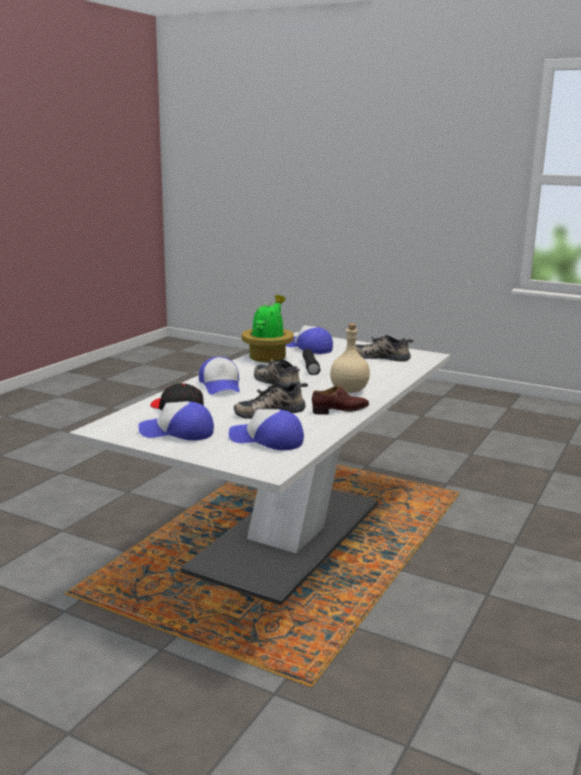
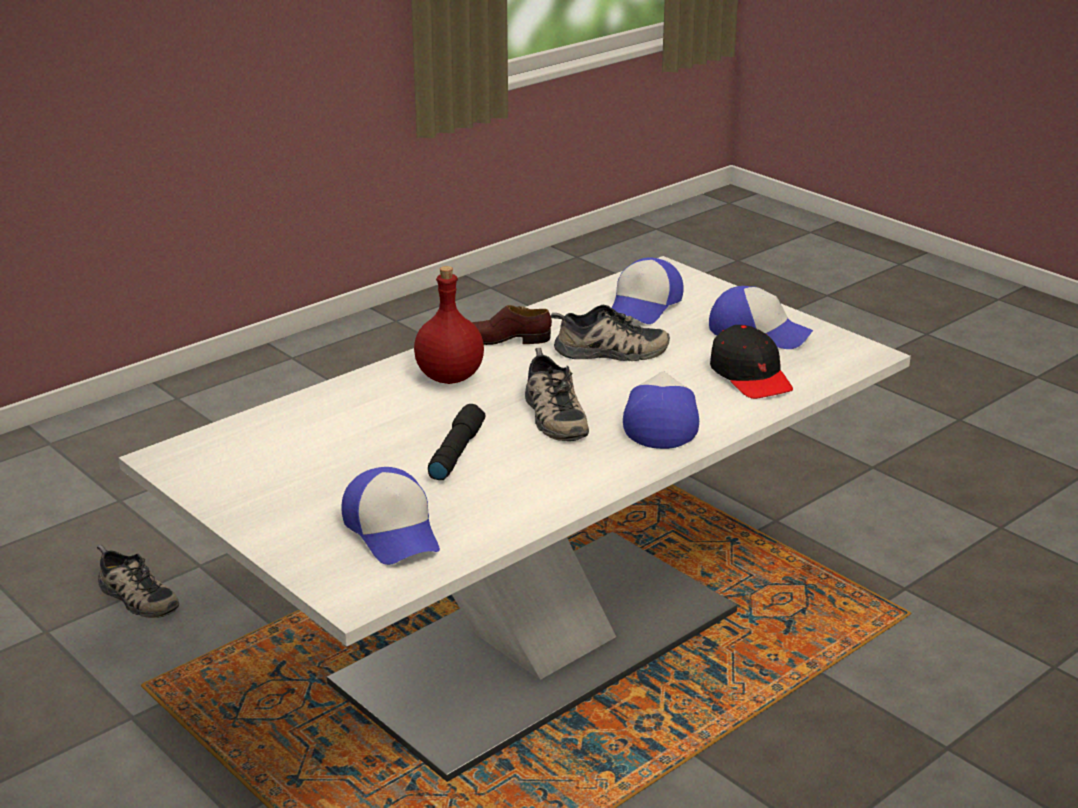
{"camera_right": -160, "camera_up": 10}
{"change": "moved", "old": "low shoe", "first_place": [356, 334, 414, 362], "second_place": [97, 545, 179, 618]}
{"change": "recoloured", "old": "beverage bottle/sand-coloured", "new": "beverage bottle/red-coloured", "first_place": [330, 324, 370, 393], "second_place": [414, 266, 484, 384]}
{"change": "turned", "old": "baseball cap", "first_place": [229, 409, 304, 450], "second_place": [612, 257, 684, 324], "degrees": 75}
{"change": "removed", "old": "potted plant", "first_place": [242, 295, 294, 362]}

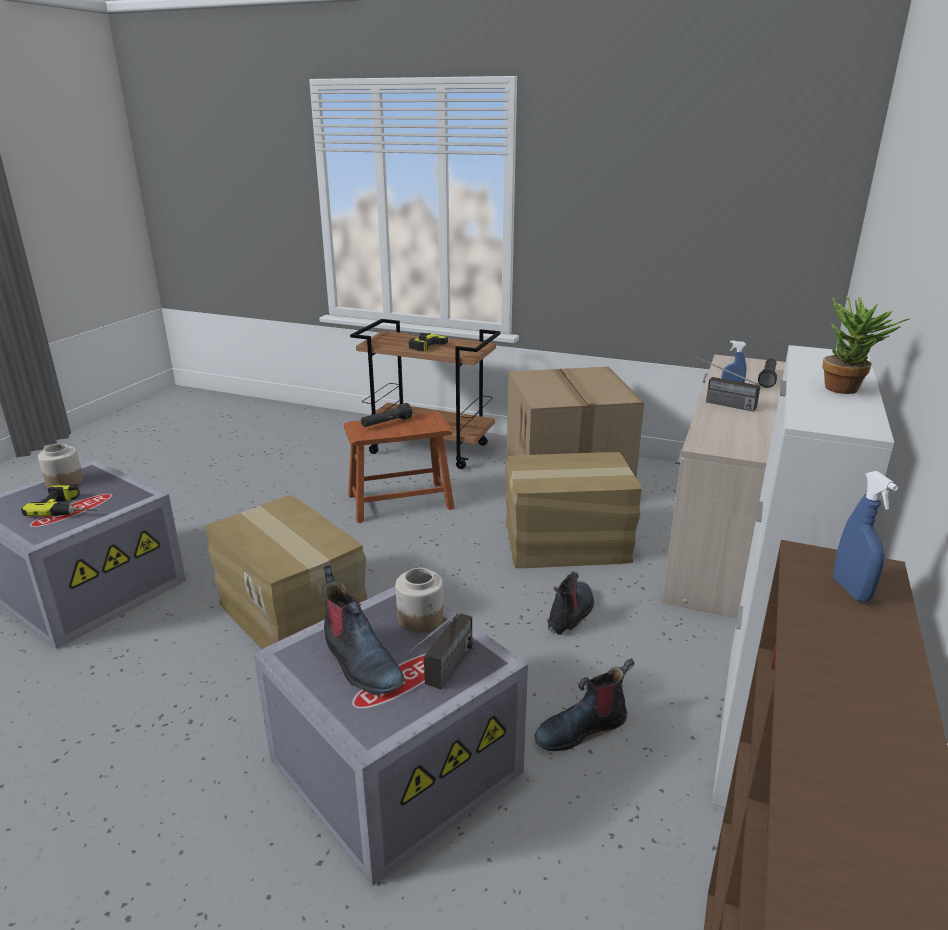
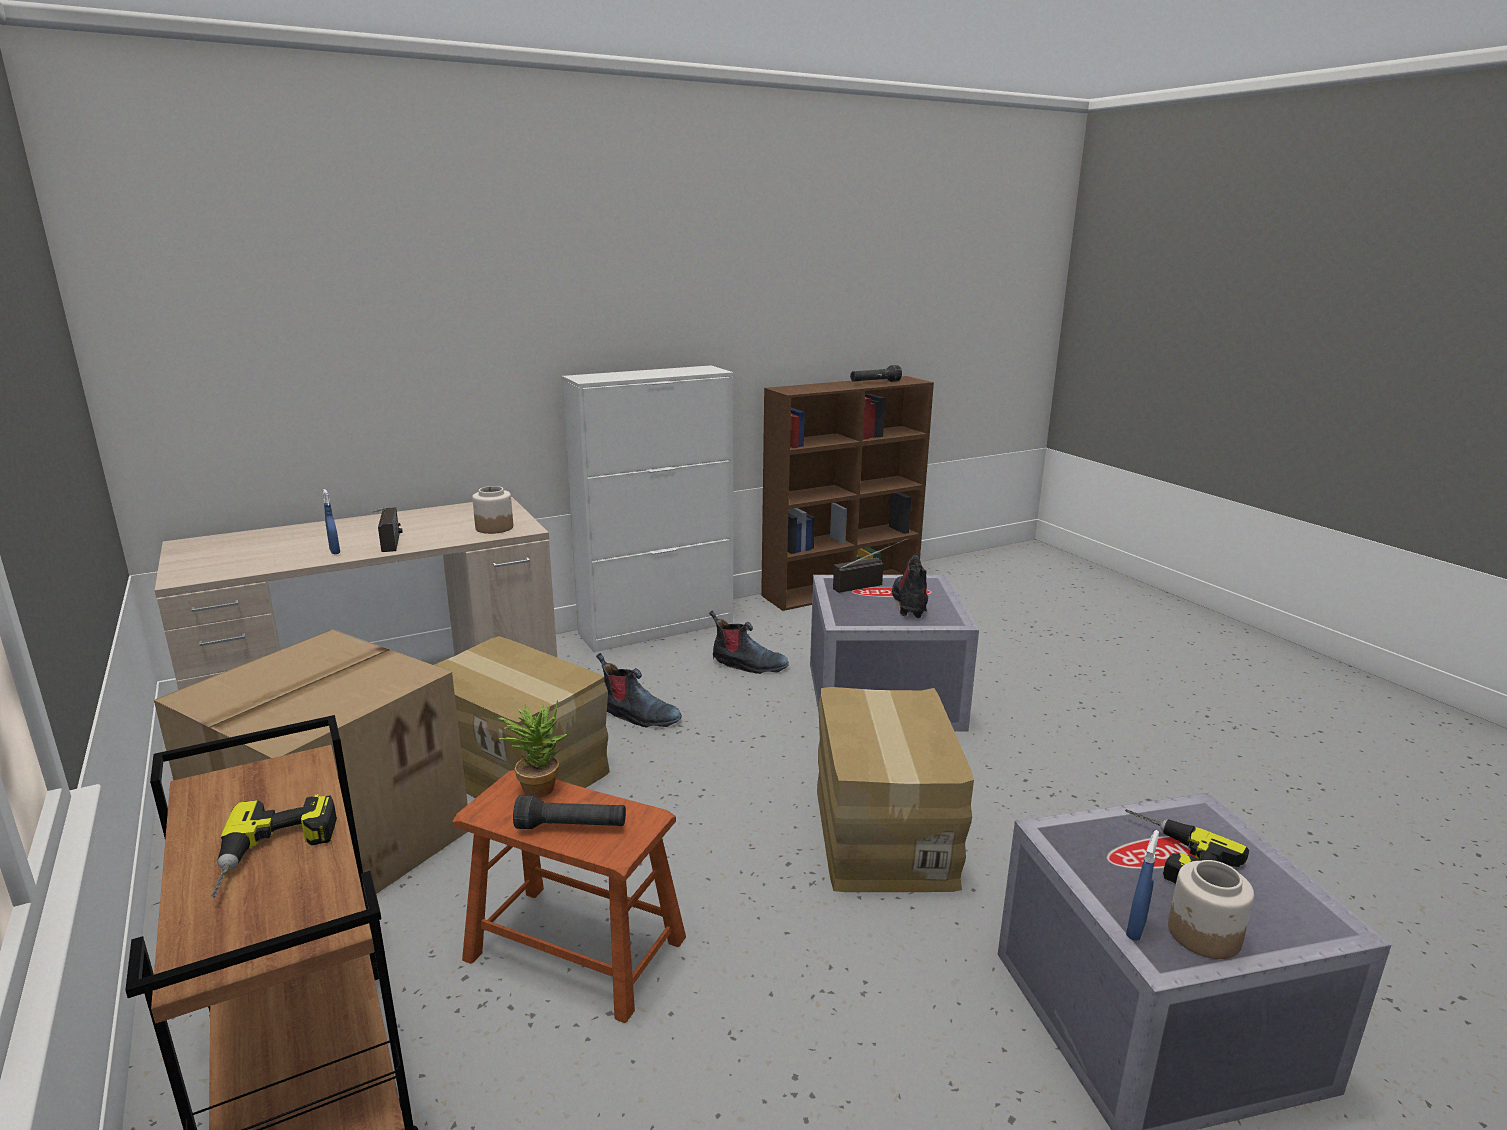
{"camera_right": -140, "camera_up": -5}
{"change": "moved", "old": "jar", "first_place": [396, 568, 444, 632], "second_place": [472, 486, 513, 534]}
{"change": "moved", "old": "potted plant", "first_place": [822, 296, 910, 394], "second_place": [498, 700, 567, 798]}
{"change": "turned", "old": "tall boot", "first_place": [548, 571, 594, 635], "second_place": [596, 653, 682, 728], "degrees": -135}
{"change": "moved", "old": "flashlight/black-coloured", "first_place": [758, 358, 777, 388], "second_place": [850, 365, 902, 382]}
{"change": "moved", "old": "spray bottle/blue-coloured", "first_place": [833, 471, 898, 602], "second_place": [1126, 830, 1159, 941]}

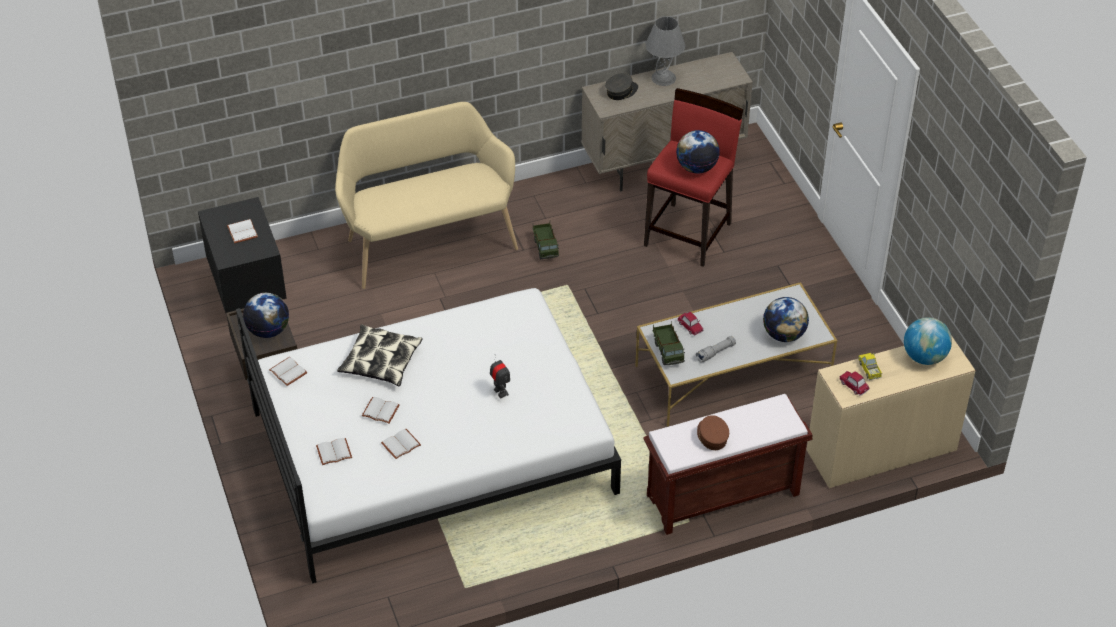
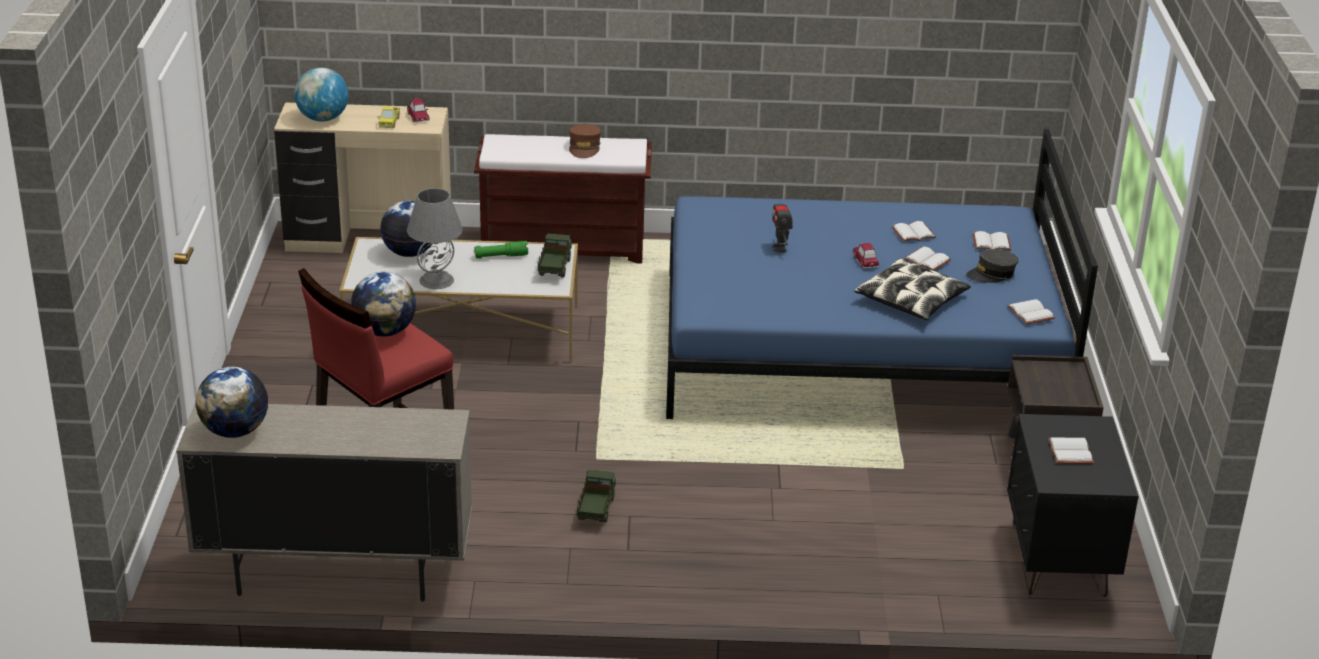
{"camera_right": -160, "camera_up": -15}
{"change": "moved", "old": "globe", "first_place": [243, 293, 289, 338], "second_place": [196, 367, 268, 438]}
{"change": "moved", "old": "table lamp/grey", "first_place": [646, 16, 685, 86], "second_place": [407, 188, 463, 289]}
{"change": "recoloured", "old": "flashlight/grey", "new": "flashlight/green-coloured", "first_place": [696, 336, 736, 363], "second_place": [474, 241, 528, 259]}
{"change": "recoloured", "old": "sleeping bed/whitish", "new": "sleeping bed/blue-coloured", "first_place": [236, 288, 621, 583], "second_place": [666, 129, 1098, 419]}
{"change": "moved", "old": "toy car", "first_place": [677, 312, 704, 335], "second_place": [853, 243, 879, 268]}
{"change": "moved", "old": "baseball cap/grey", "first_place": [605, 73, 638, 100], "second_place": [966, 250, 1018, 283]}
{"change": "removed", "old": "bench/sand-coloured", "first_place": [335, 102, 518, 289]}

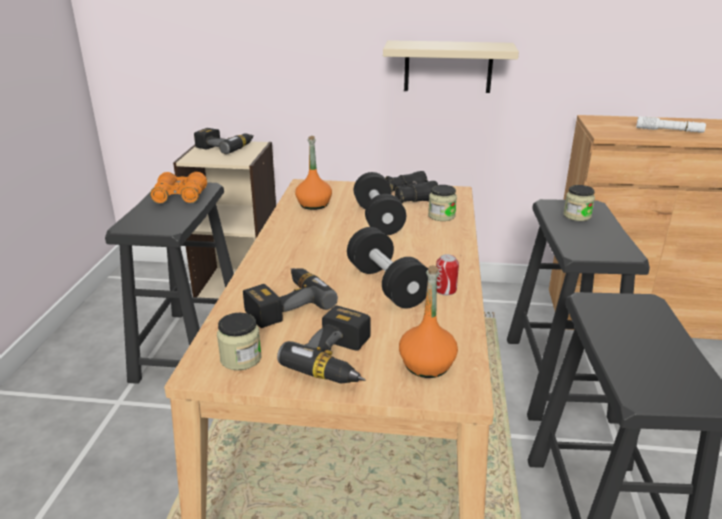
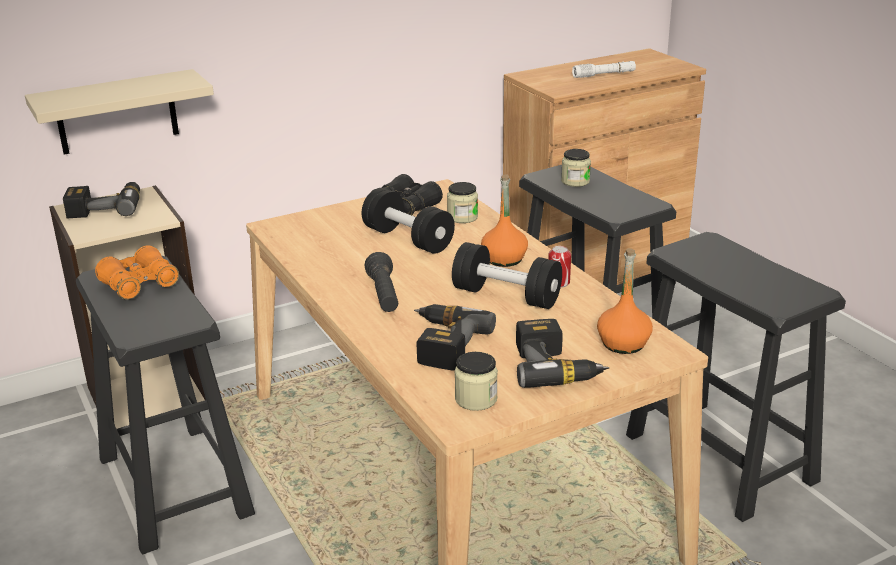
{"camera_right": -35, "camera_up": 0}
{"change": "moved", "old": "shelf/sand-coloured", "first_place": [383, 40, 519, 93], "second_place": [25, 69, 214, 155]}
{"change": "added", "new": "flashlight/black-coloured", "second_place": [365, 252, 398, 312]}
{"change": "moved", "old": "beverage bottle/orangey", "first_place": [295, 136, 332, 210], "second_place": [481, 174, 528, 267]}

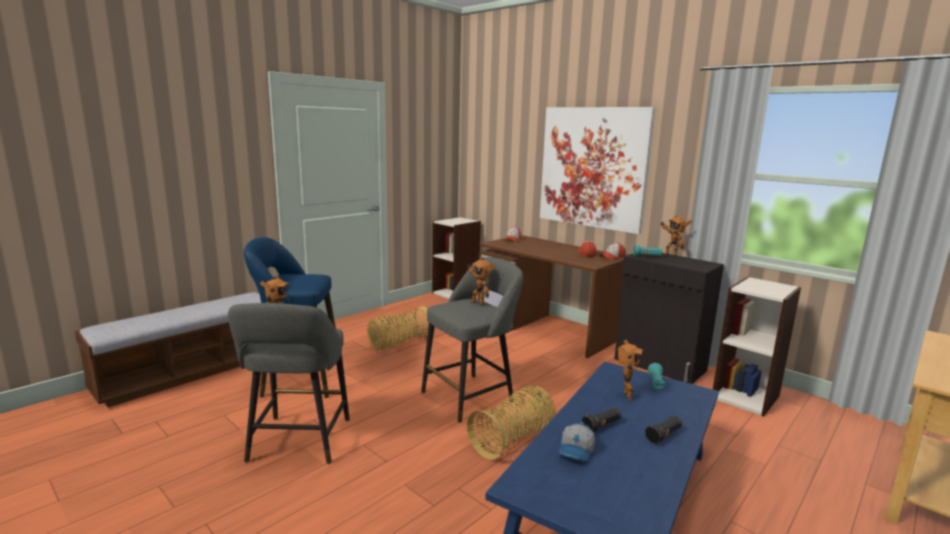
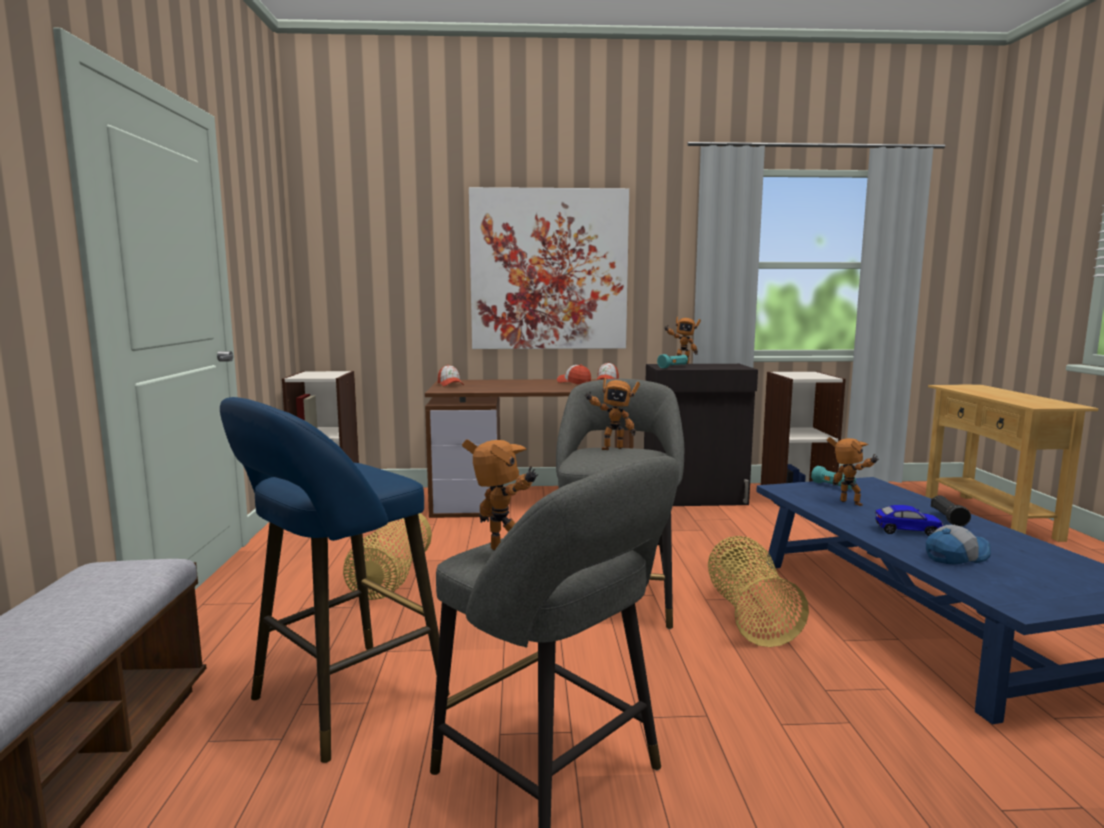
{"camera_right": -45, "camera_up": -5}
{"change": "replaced", "old": "flashlight/black-coloured", "new": "toy car", "first_place": [581, 407, 621, 432], "second_place": [876, 505, 944, 536]}
{"change": "turned", "old": "baseball cap", "first_place": [558, 422, 596, 463], "second_place": [926, 525, 991, 565], "degrees": -90}

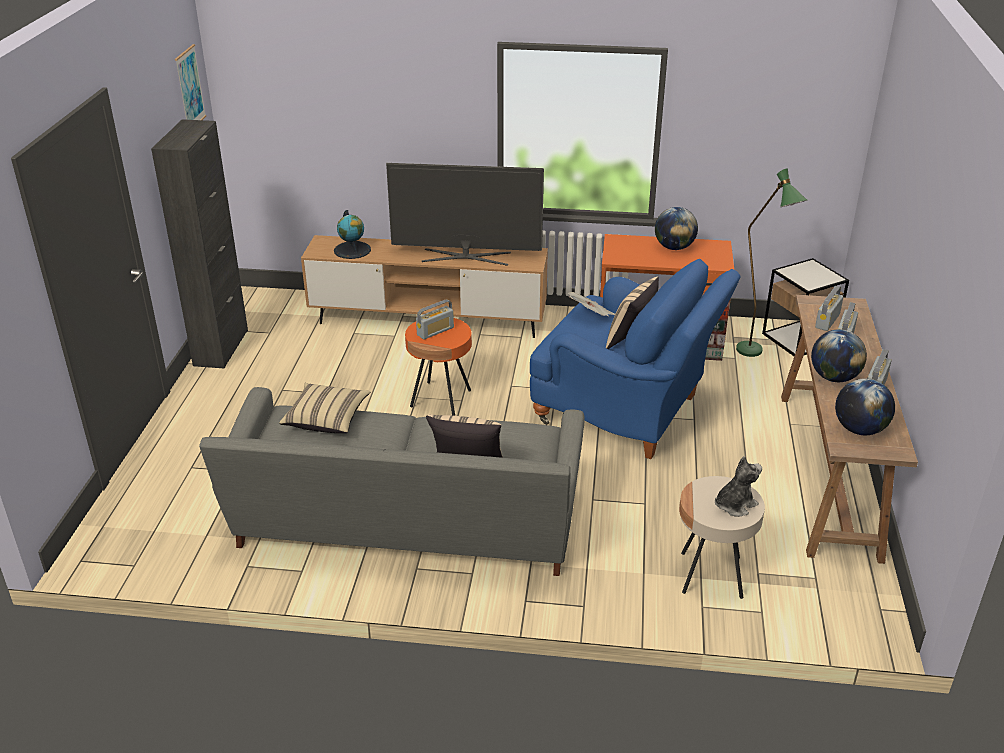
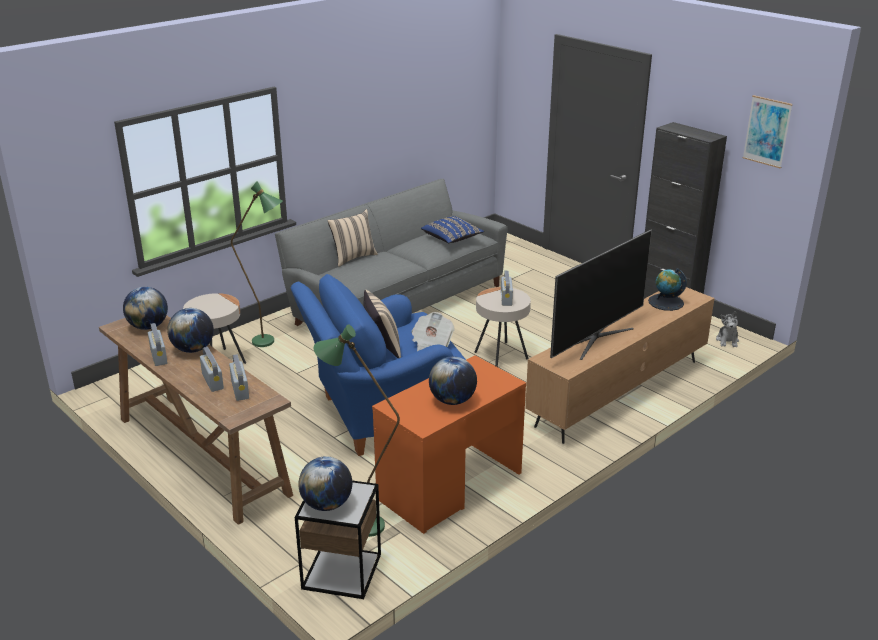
{"camera_right": 130, "camera_up": -5}
{"change": "added", "new": "floor lamp/green-coloured", "second_place": [231, 181, 283, 347]}
{"change": "added", "new": "globe", "second_place": [298, 456, 352, 511]}
{"change": "recoloured", "old": "cushion/sand-coloured", "new": "cushion/blue-coloured", "first_place": [279, 383, 370, 433], "second_place": [421, 216, 484, 243]}
{"change": "recoloured", "old": "accent table/orangey", "new": "accent table/sand-coloured", "first_place": [405, 318, 472, 416], "second_place": [475, 287, 531, 367]}
{"change": "moved", "old": "cuddly toy", "first_place": [715, 456, 762, 517], "second_place": [716, 312, 739, 347]}

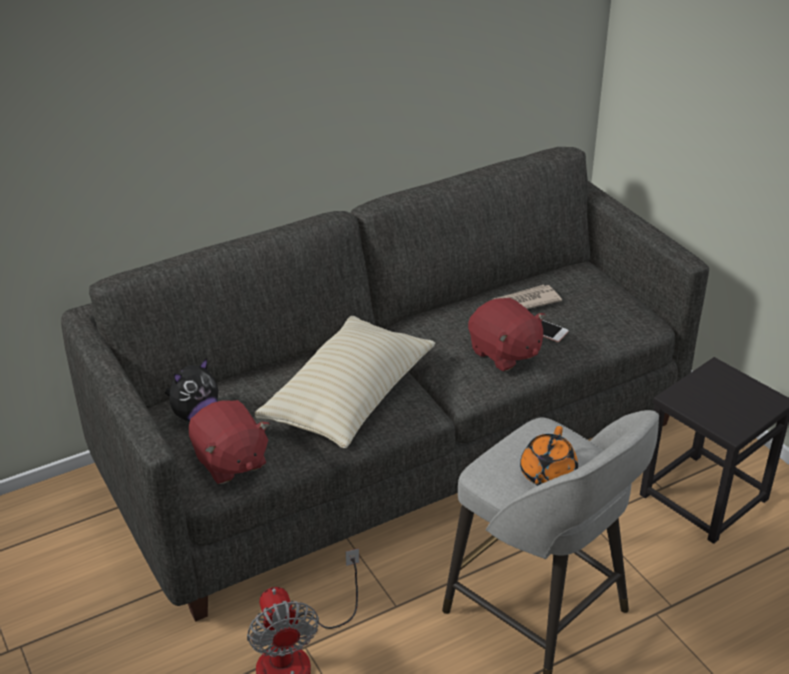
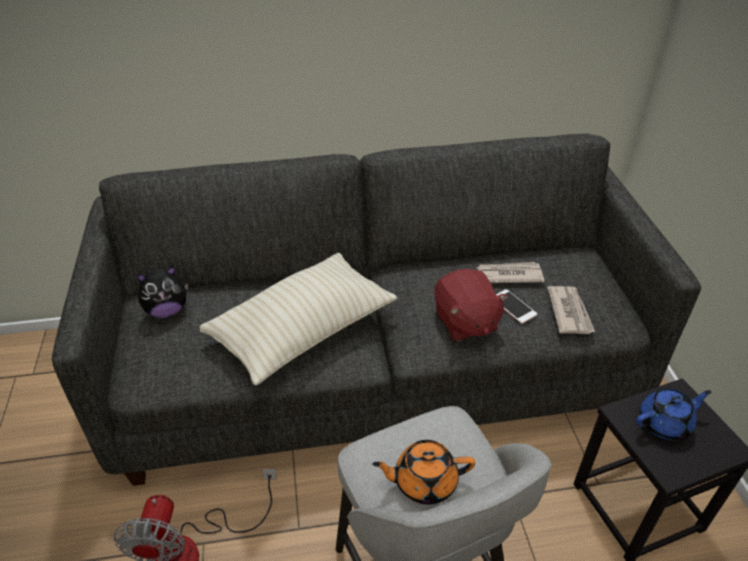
{"camera_right": 20, "camera_up": 5}
{"change": "turned", "old": "pot for tea/orangey", "first_place": [520, 426, 578, 486], "second_place": [372, 440, 475, 505], "degrees": 45}
{"change": "added", "new": "daily paper", "second_place": [547, 286, 595, 334]}
{"change": "added", "new": "pot for tea/blue-coloured", "second_place": [636, 388, 711, 441]}
{"change": "removed", "old": "cuddly toy/red-coloured", "first_place": [189, 400, 269, 484]}

